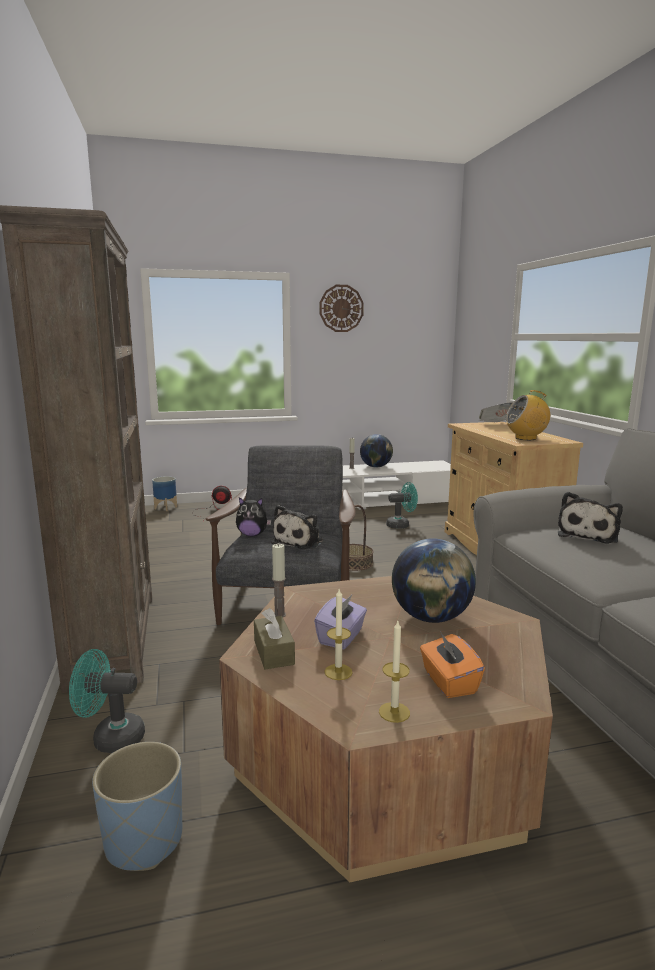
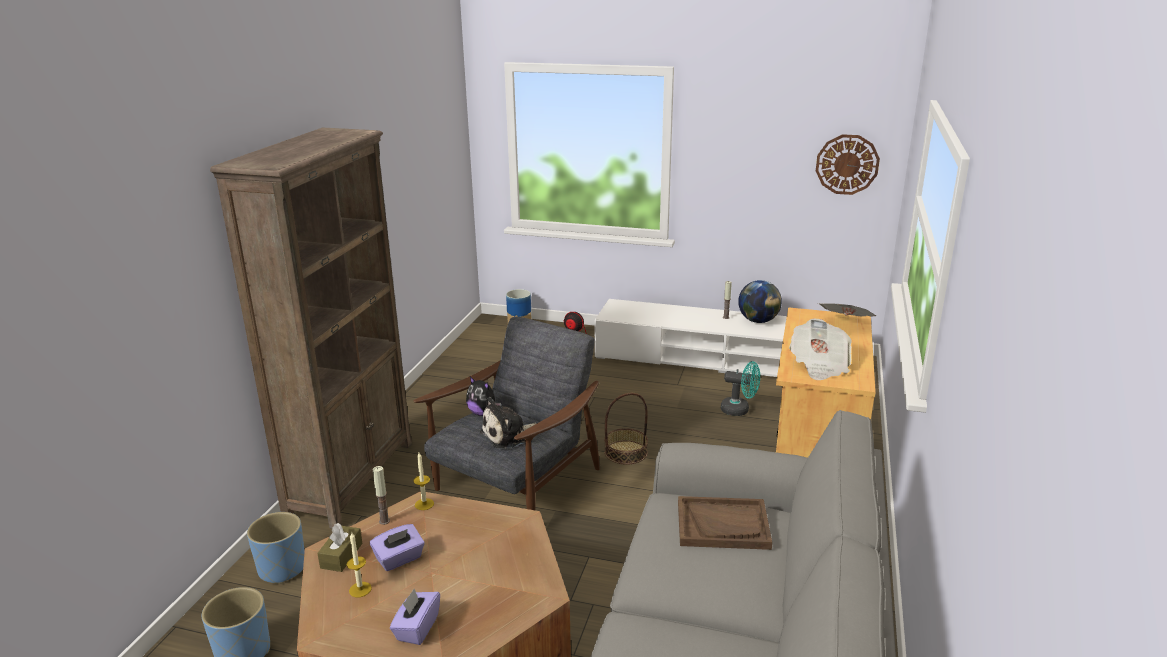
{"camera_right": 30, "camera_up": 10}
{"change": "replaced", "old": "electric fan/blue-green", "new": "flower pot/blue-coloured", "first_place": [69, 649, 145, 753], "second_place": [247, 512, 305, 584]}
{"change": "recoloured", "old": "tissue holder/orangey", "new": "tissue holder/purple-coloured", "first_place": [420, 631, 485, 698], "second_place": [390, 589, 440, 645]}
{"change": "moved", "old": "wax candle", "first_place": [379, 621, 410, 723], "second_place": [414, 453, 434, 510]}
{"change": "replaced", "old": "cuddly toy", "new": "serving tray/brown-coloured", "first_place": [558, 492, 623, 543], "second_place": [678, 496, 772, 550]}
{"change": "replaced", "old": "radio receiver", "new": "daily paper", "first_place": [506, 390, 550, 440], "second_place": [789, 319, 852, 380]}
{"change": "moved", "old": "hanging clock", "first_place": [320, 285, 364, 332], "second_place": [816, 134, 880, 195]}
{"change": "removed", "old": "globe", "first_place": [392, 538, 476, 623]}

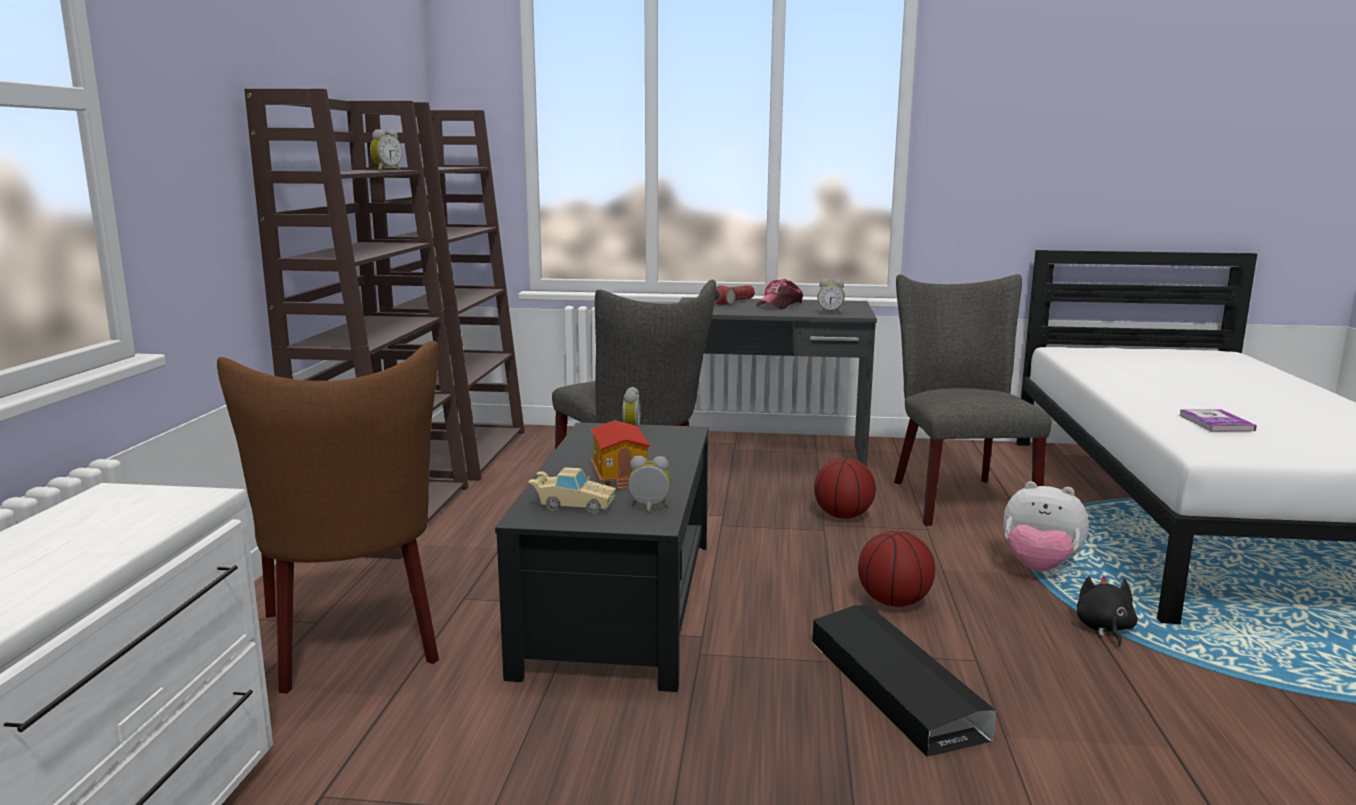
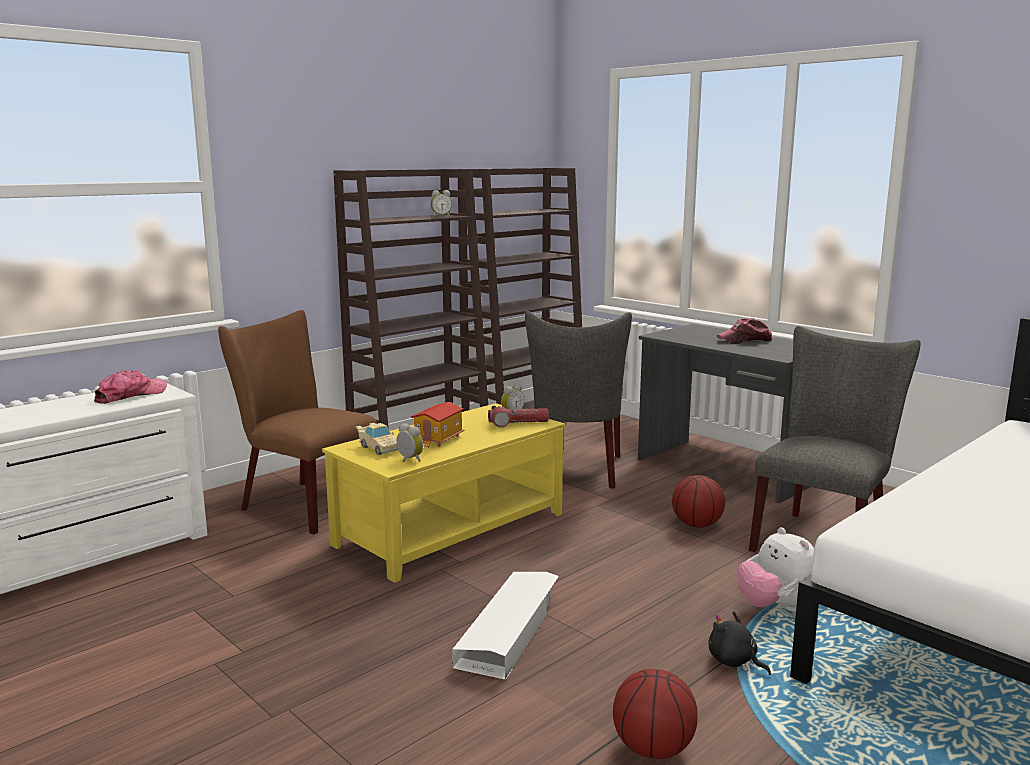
{"camera_right": 40, "camera_up": 0}
{"change": "added", "new": "baseball cap", "second_place": [94, 370, 167, 404]}
{"change": "turned", "old": "plain chair/brown-coloured", "first_place": [217, 341, 439, 694], "second_place": [218, 310, 377, 534], "degrees": 105}
{"change": "recoloured", "old": "lounge table/black-coloured", "new": "lounge table/yellow-coloured", "first_place": [495, 422, 709, 692], "second_place": [322, 403, 565, 583]}
{"change": "recoloured", "old": "storage bin/black-coloured", "new": "storage bin/whitish", "first_place": [812, 605, 996, 757], "second_place": [452, 572, 559, 680]}
{"change": "moved", "old": "flashlight", "first_place": [714, 285, 755, 305], "second_place": [488, 406, 549, 427]}
{"change": "moved", "old": "basketball ball", "first_place": [858, 530, 935, 607], "second_place": [613, 669, 698, 759]}
{"change": "turned", "old": "cuddly toy/black-coloured", "first_place": [1077, 575, 1137, 647], "second_place": [708, 611, 771, 675], "degrees": -90}
{"change": "removed", "old": "alarm clock", "first_place": [817, 279, 845, 314]}
{"change": "removed", "old": "book", "first_place": [1179, 409, 1257, 431]}

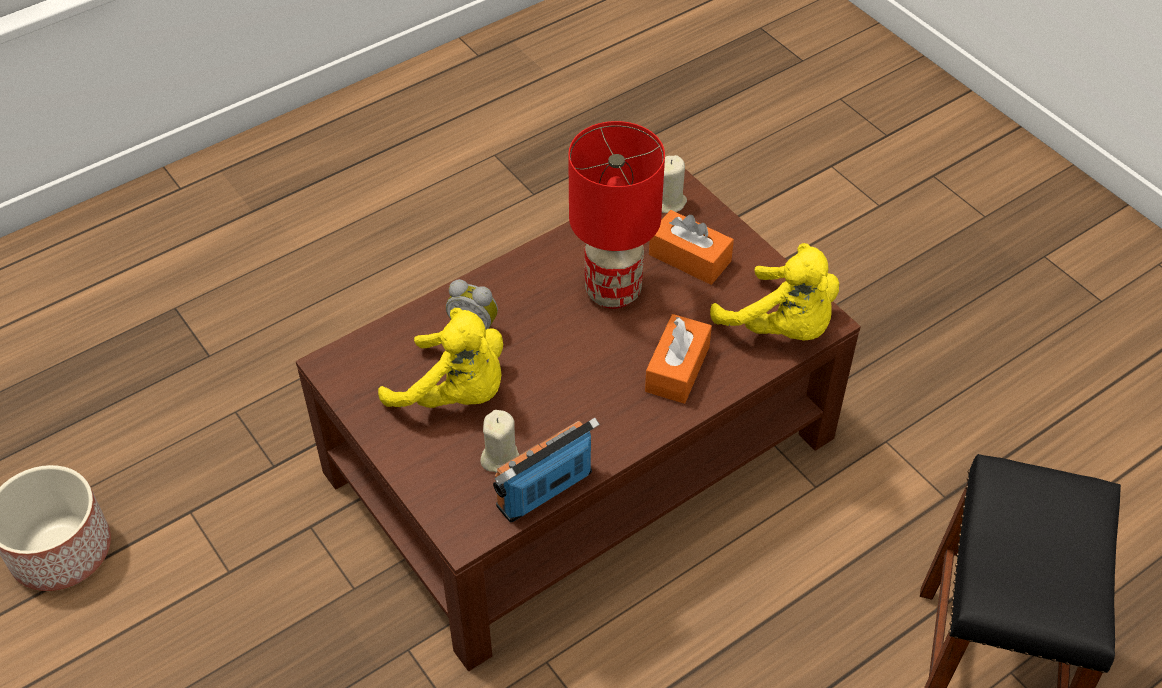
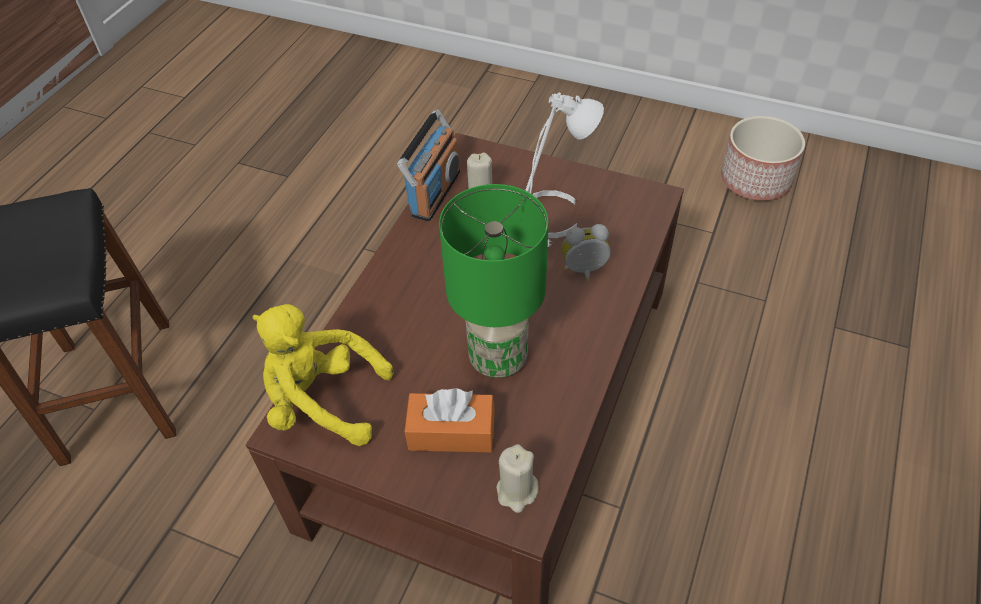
{"camera_right": 150, "camera_up": 0}
{"change": "recoloured", "old": "table lamp/red-coloured", "new": "table lamp/green-coloured", "first_place": [568, 121, 665, 309], "second_place": [439, 184, 548, 378]}
{"change": "replaced", "old": "cuddly toy/yellow-coloured", "new": "table lamp/whitish", "first_place": [378, 308, 503, 408], "second_place": [525, 93, 604, 247]}
{"change": "removed", "old": "tissue holder/orangey", "first_place": [645, 314, 712, 404]}

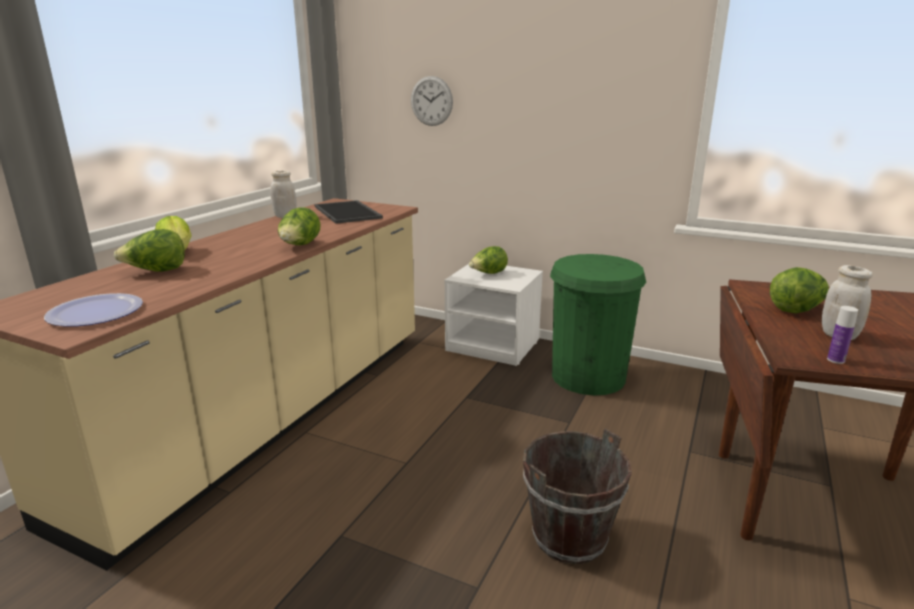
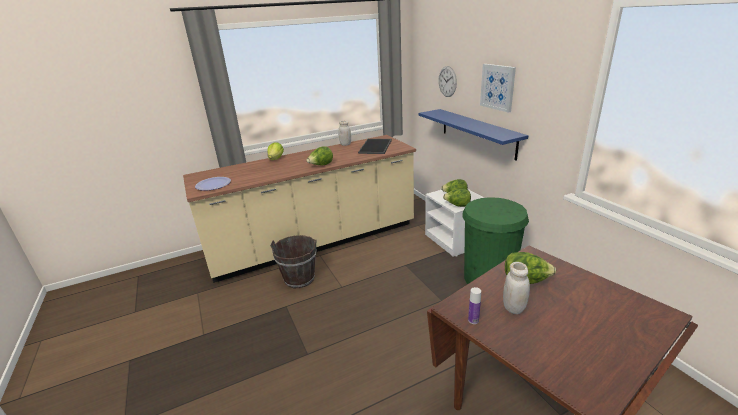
{"camera_right": 40, "camera_up": 5}
{"change": "moved", "old": "water bucket/brown-coloured", "first_place": [523, 428, 632, 564], "second_place": [270, 235, 317, 288]}
{"change": "added", "new": "shelf/blue-coloured", "second_place": [419, 109, 528, 160]}
{"change": "moved", "old": "lettuce head", "first_place": [114, 229, 185, 271], "second_place": [443, 188, 471, 207]}
{"change": "added", "new": "wall picture", "second_place": [480, 64, 516, 113]}

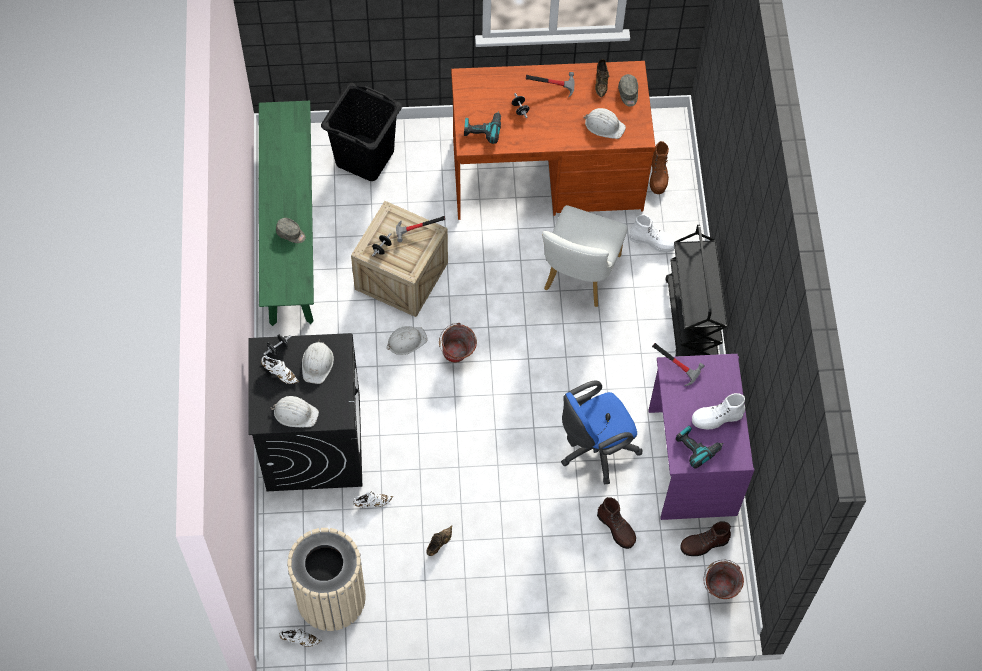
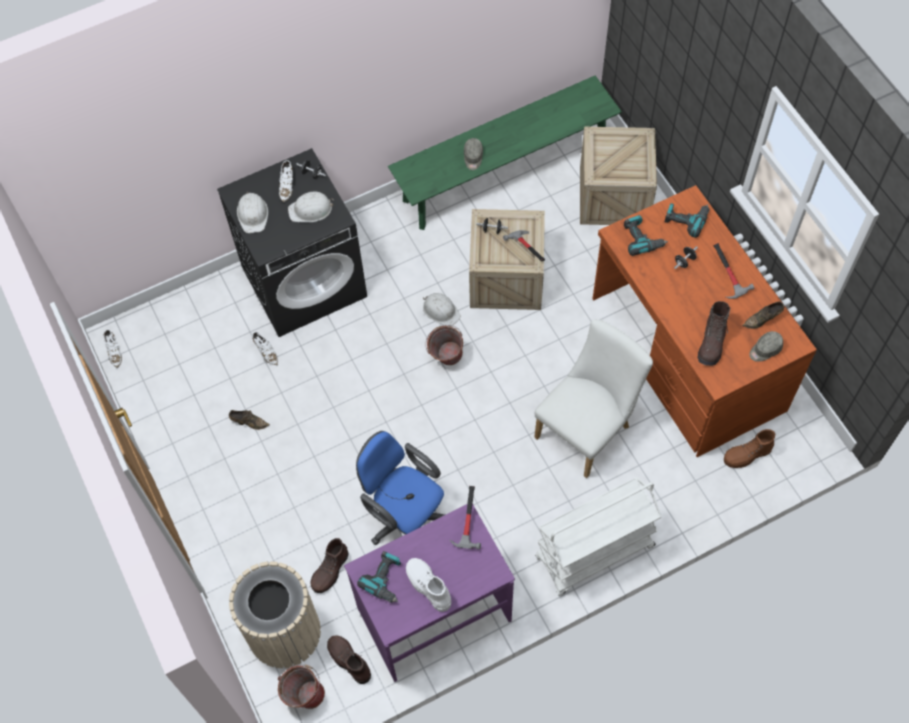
{"camera_right": 70, "camera_up": 0}
{"change": "moved", "old": "waste bin/sand-coloured", "first_place": [287, 528, 366, 631], "second_place": [229, 561, 321, 668]}
{"change": "turned", "old": "plain chair/whitish", "first_place": [542, 205, 628, 307], "second_place": [534, 319, 653, 478], "degrees": 135}
{"change": "recoloured", "old": "wheeled cart/black-coloured", "new": "wheeled cart/whitish", "first_place": [665, 225, 728, 357], "second_place": [535, 478, 662, 596]}
{"change": "replaced", "old": "hamper/black-coloured", "new": "packing crate", "first_place": [321, 83, 402, 181], "second_place": [580, 127, 657, 225]}
{"change": "added", "new": "electric drill", "second_place": [665, 203, 709, 238]}
{"change": "replaced", "old": "safety helmet/whitish", "new": "tall boot/brown-coloured", "first_place": [584, 108, 626, 139], "second_place": [698, 301, 730, 366]}
{"change": "removed", "old": "tall boot/whitish", "first_place": [629, 215, 676, 253]}

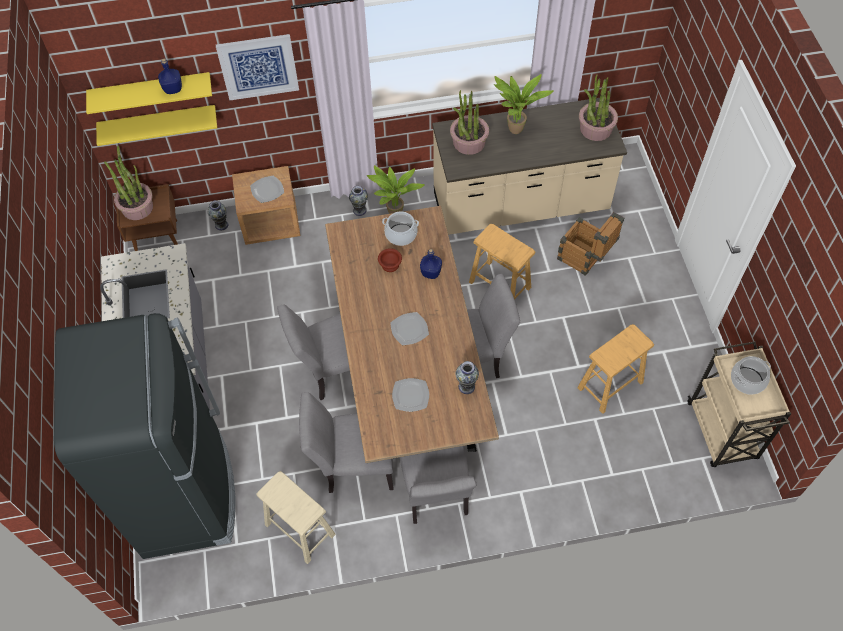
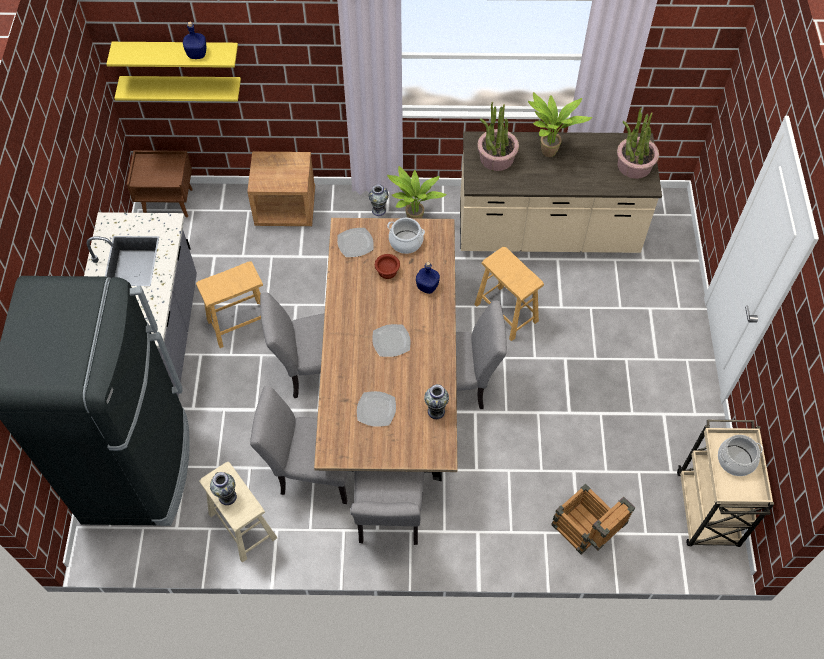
{"camera_right": 10, "camera_up": 0}
{"change": "moved", "old": "stool/brown-coloured", "first_place": [577, 324, 654, 414], "second_place": [196, 262, 263, 348]}
{"change": "moved", "old": "decorative vase", "first_place": [208, 200, 228, 231], "second_place": [210, 472, 237, 505]}
{"change": "moved", "old": "flat dish", "first_place": [250, 176, 284, 203], "second_place": [337, 228, 374, 257]}
{"change": "moved", "old": "packing crate", "first_place": [557, 212, 624, 276], "second_place": [551, 484, 635, 554]}
{"change": "removed", "old": "potted plant", "first_place": [104, 146, 153, 220]}
{"change": "removed", "old": "wall picture", "first_place": [216, 34, 299, 100]}

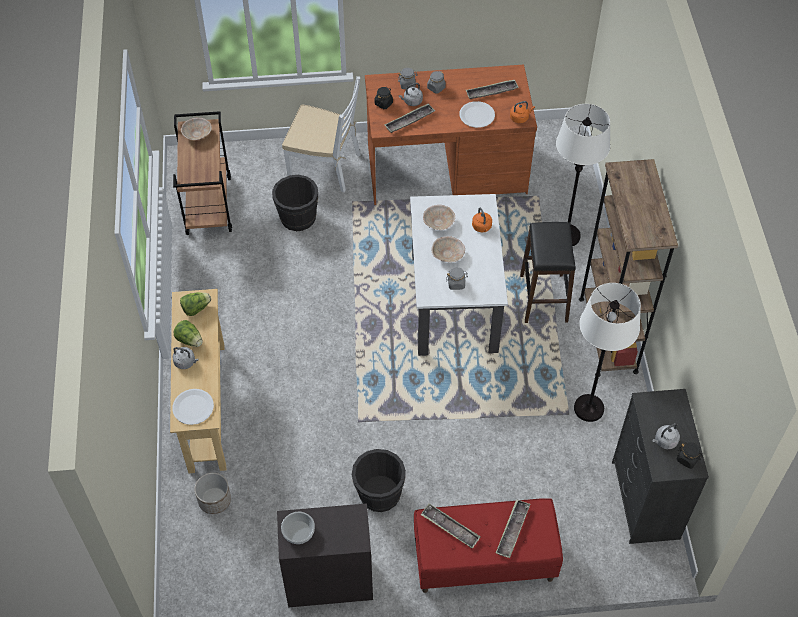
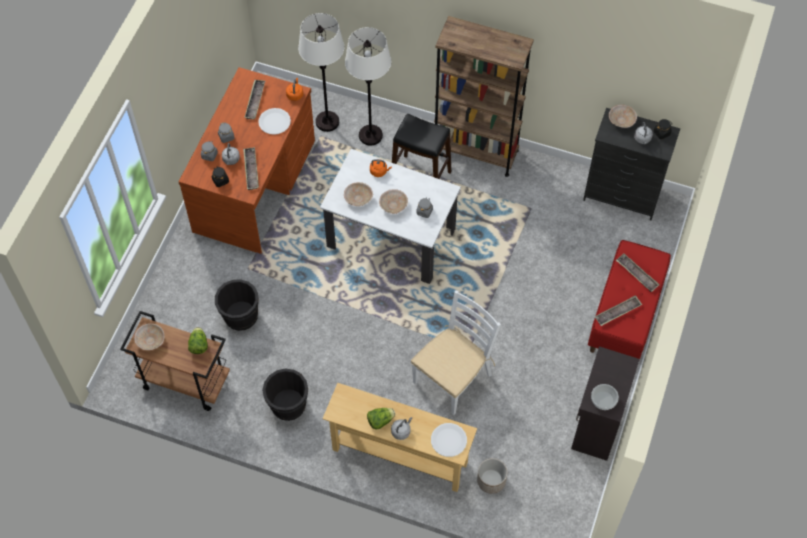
{"camera_right": -65, "camera_up": 5}
{"change": "moved", "old": "lettuce head", "first_place": [180, 292, 211, 316], "second_place": [188, 327, 208, 354]}
{"change": "moved", "old": "water bucket/black-coloured", "first_place": [352, 449, 406, 512], "second_place": [262, 368, 308, 421]}
{"change": "moved", "old": "floor lamp/whitish", "first_place": [574, 283, 641, 422], "second_place": [298, 13, 345, 132]}
{"change": "moved", "old": "plain chair/whitish", "first_place": [282, 76, 361, 193], "second_place": [411, 290, 501, 415]}
{"change": "added", "new": "deep dish/sand-coloured", "second_place": [609, 105, 637, 128]}

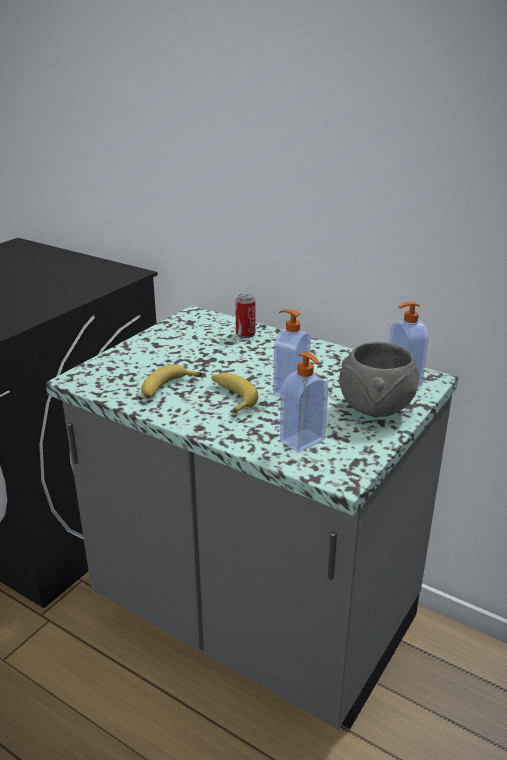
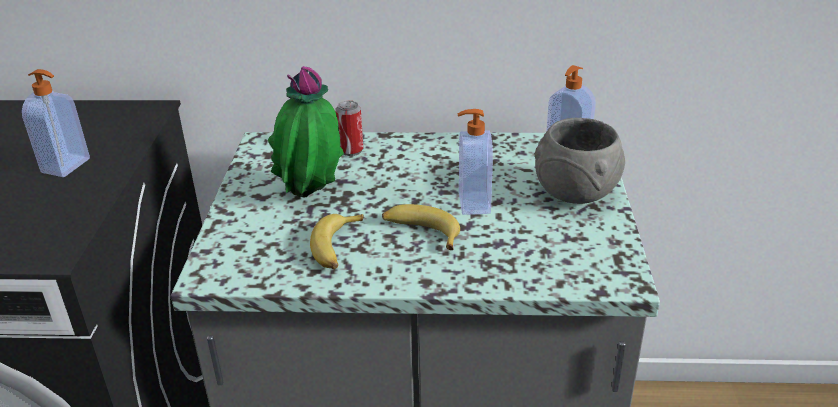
{"camera_right": -30, "camera_up": 5}
{"change": "moved", "old": "liquid soap bottle", "first_place": [280, 352, 328, 453], "second_place": [22, 69, 90, 177]}
{"change": "added", "new": "potted plant", "second_place": [268, 66, 344, 198]}

